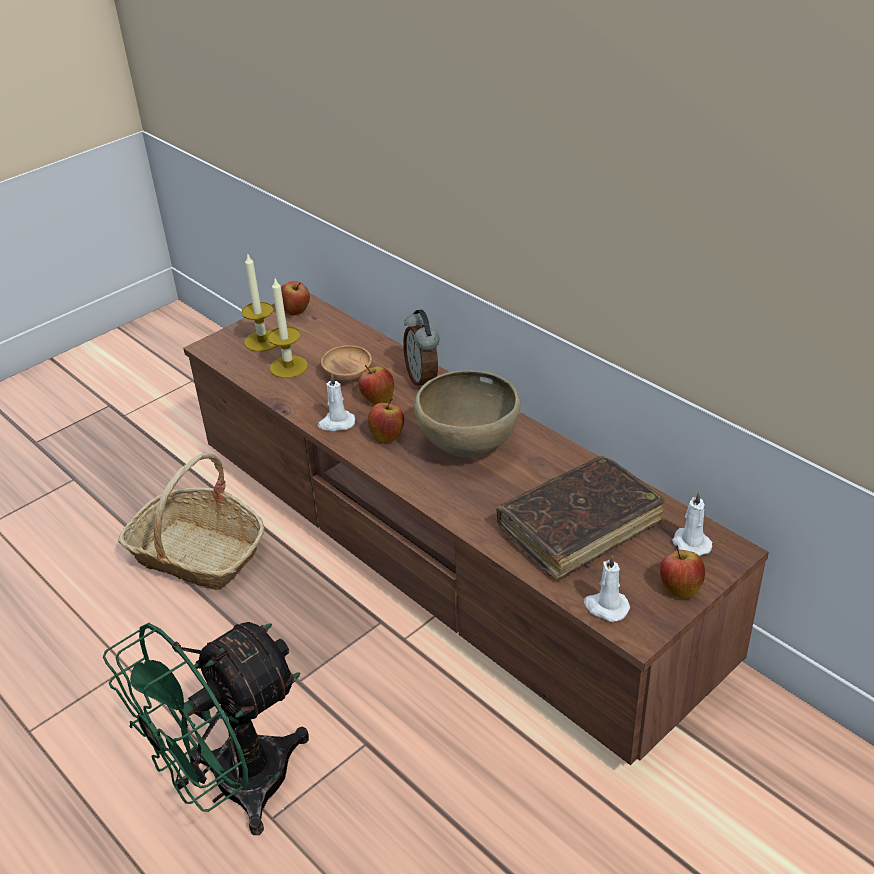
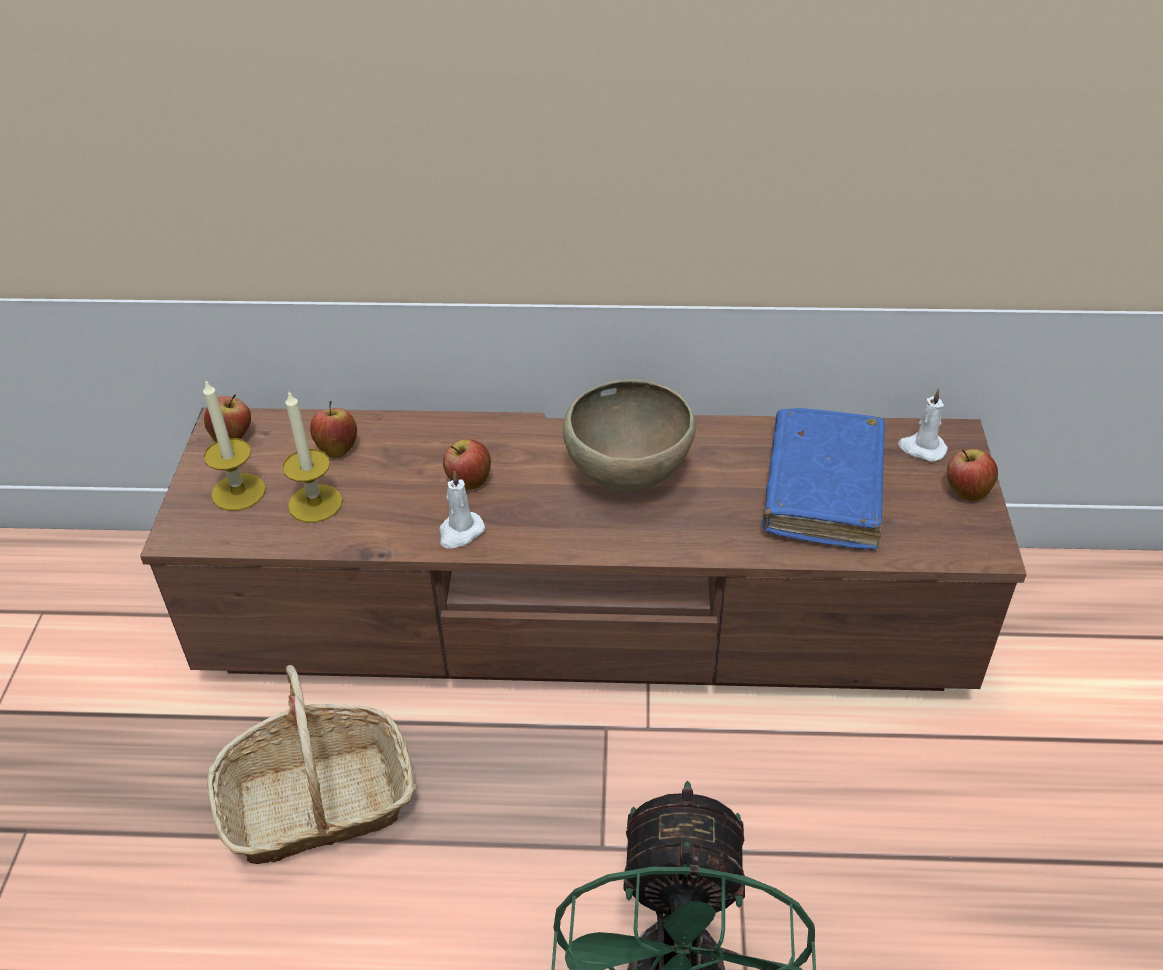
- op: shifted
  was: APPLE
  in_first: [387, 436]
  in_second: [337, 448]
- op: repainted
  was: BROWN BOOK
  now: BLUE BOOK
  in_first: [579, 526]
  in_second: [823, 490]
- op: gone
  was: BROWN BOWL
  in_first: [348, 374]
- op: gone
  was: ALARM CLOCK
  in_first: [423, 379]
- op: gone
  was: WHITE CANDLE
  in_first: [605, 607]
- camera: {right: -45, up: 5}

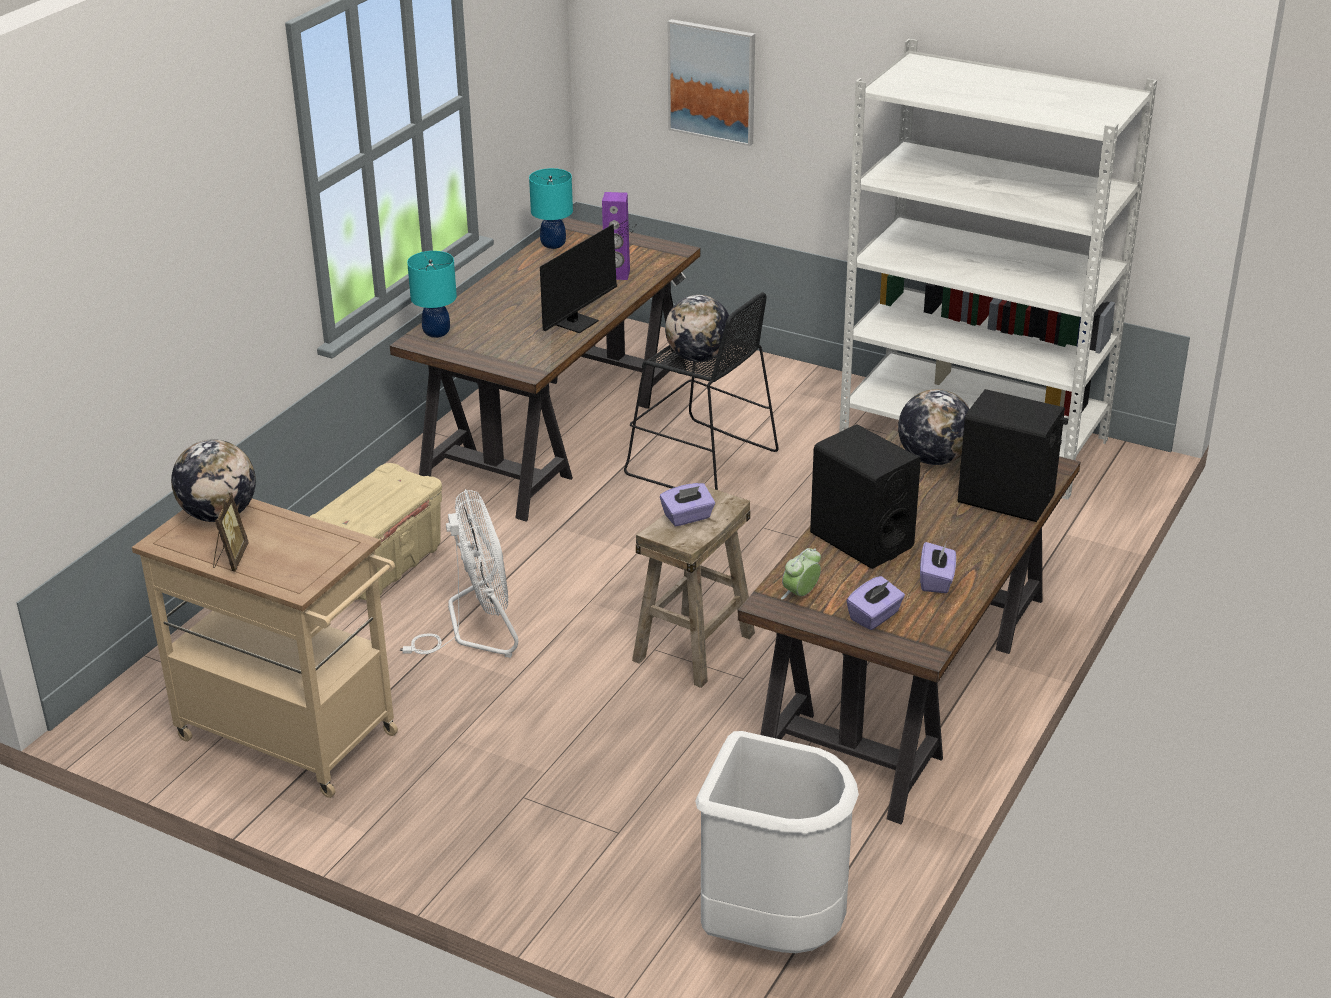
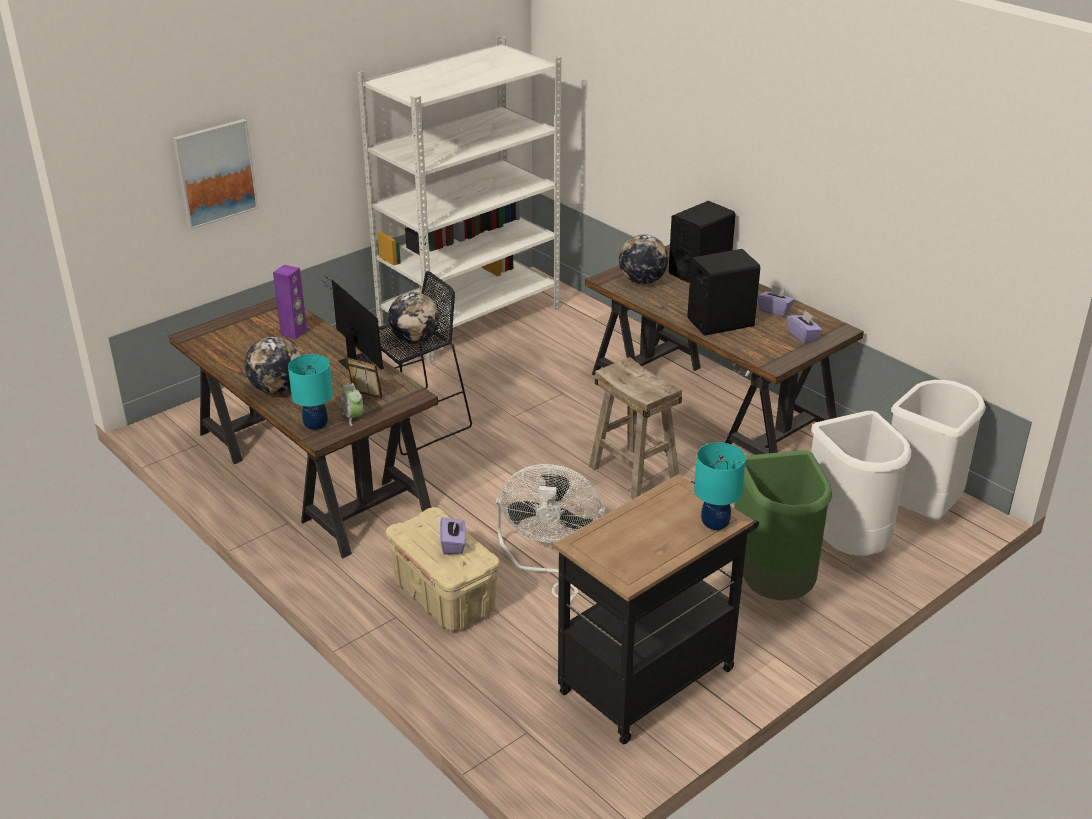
- op: shifted
  was: GLOBE
  in_first: [219, 515]
  in_second: [277, 389]
- op: shifted
  was: ALARM CLOCK
  in_first: [800, 594]
  in_second: [353, 417]
- op: shifted
  was: PICTURE FRAME
  in_first: [230, 558]
  in_second: [364, 399]
- op: shifted
  was: PURPLE TISSUE BOX
  in_first: [687, 517]
  in_second: [453, 544]
- op: repainted
  was: BEIGE CART
  now: BLACK CART
  in_first: [293, 738]
  in_second: [651, 679]
- op: shifted
  was: TURQUOISE TABLE LAMP
  in_first: [554, 245]
  in_second: [715, 523]
- op: new
  now: GREEN TRASH CAN
  in_second: [773, 586]
- op: new
  now: WHITE TRASH CAN
  in_second: [847, 544]
- camera: {right: -70, up: 0}

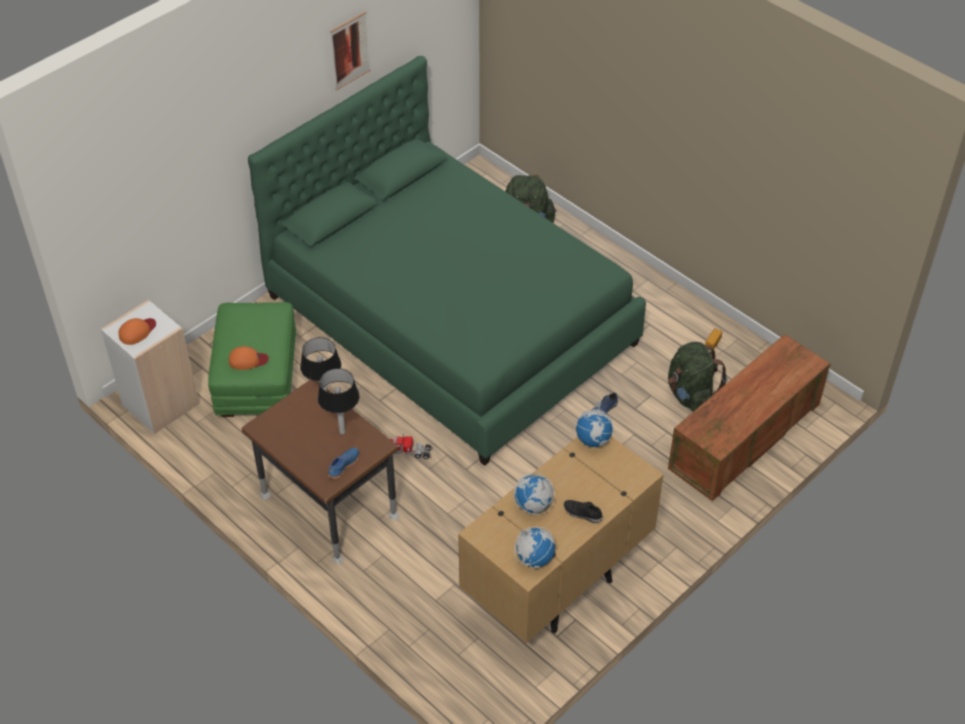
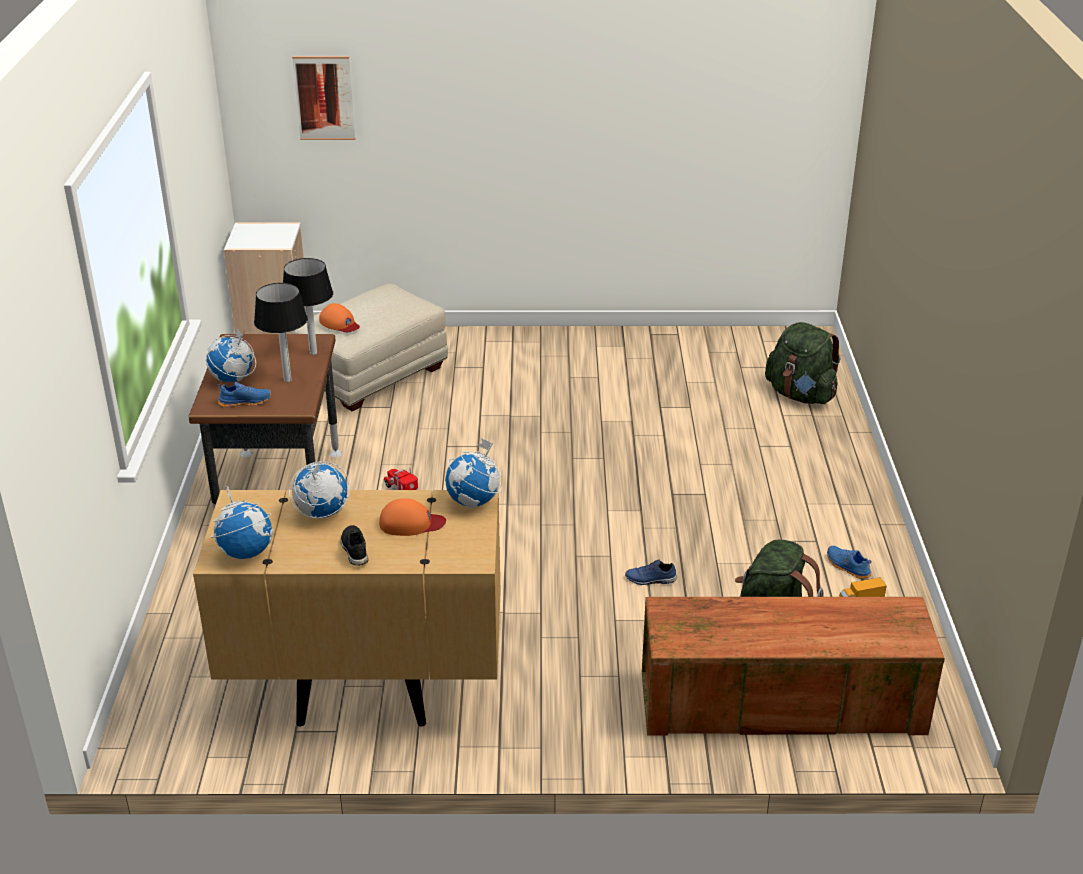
- op: new
  now: GLOBE
  in_second: [233, 379]
- op: repainted
  was: GREEN OTTOMAN
  now: BEIGE OTTOMAN
  in_first: [257, 379]
  in_second: [373, 376]
- op: shifted
  was: PICTURE
  in_first: [350, 50]
  in_second: [324, 98]
- op: shifted
  was: ORANGE CAP
  in_first: [137, 332]
  in_second: [411, 523]
- op: new
  now: BLUE SHOE
  in_second: [847, 567]
- op: gone
  was: GREEN BED
  in_first: [451, 319]
- camera: {right: 45, up: -15}

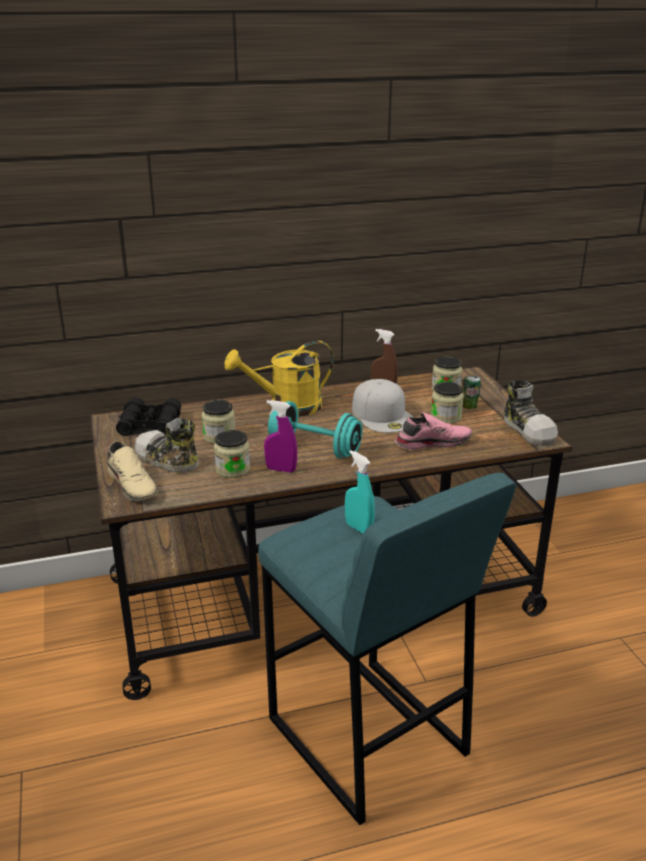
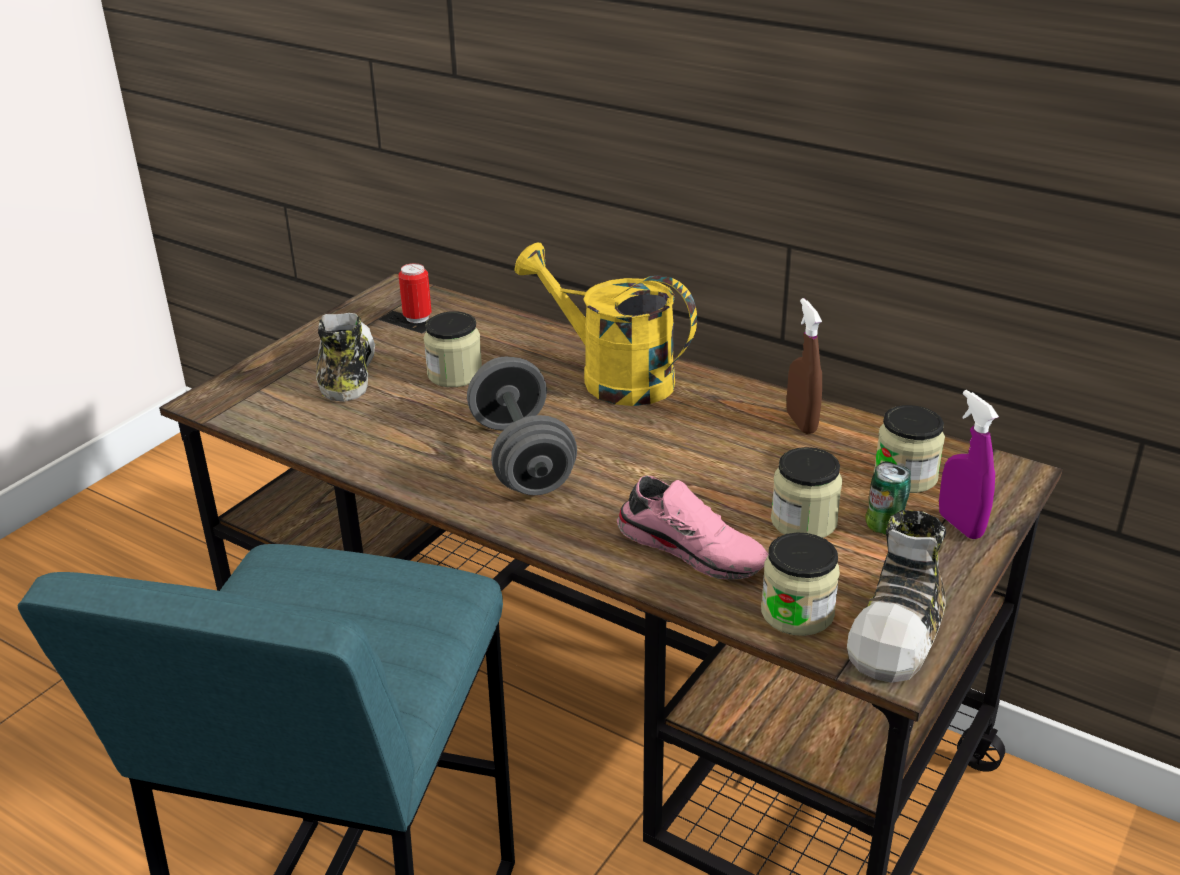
- op: swapped
  was: BLACK BINOCULARS
  now: CAN
  in_first: [150, 425]
  in_second: [417, 318]
- op: repainted
  was: TURQUOISE DUMBBELL
  now: GREY DUMBBELL
  in_first: [315, 449]
  in_second: [522, 457]
- op: shifted
  was: JAR
  in_first: [233, 469]
  in_second: [797, 613]
- op: shifted
  was: PURPLE SPRAY BOTTLE
  in_first: [281, 469]
  in_second: [960, 525]
- op: gone
  was: BEIGE SHOE
  in_first: [134, 485]
- op: gone
  was: TURQUOISE SPRAY BOTTLE
  in_first: [358, 528]
- op: gone
  was: WHITE CAP
  in_first: [383, 415]
- camera: {right: 50, up: 5}

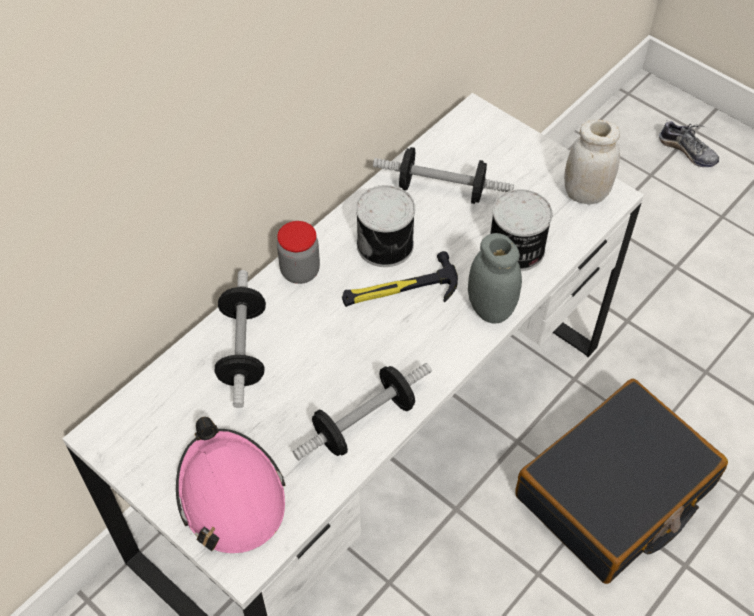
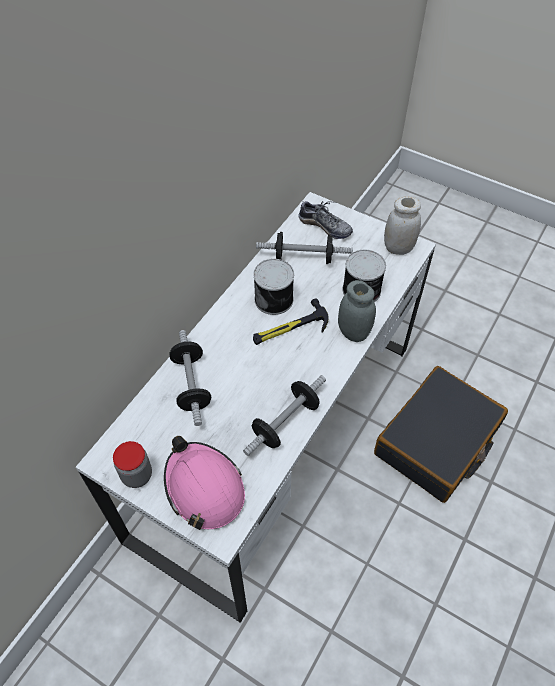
- op: shifted
  was: JAR
  in_first: [300, 271]
  in_second: [137, 475]
- op: shifted
  was: SHOE
  in_first: [687, 151]
  in_second: [325, 226]
- camera: {right: -10, up: 0}

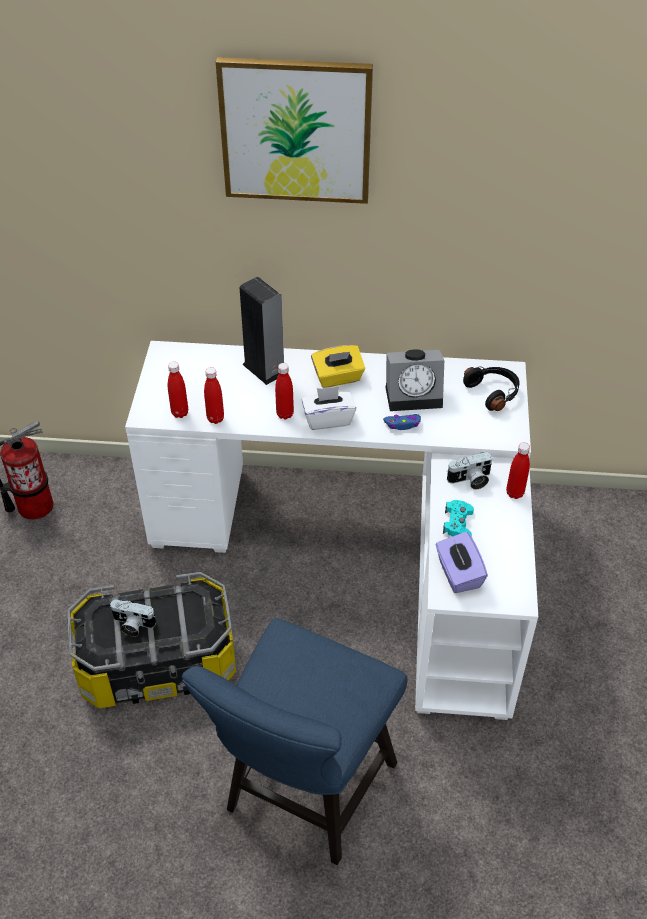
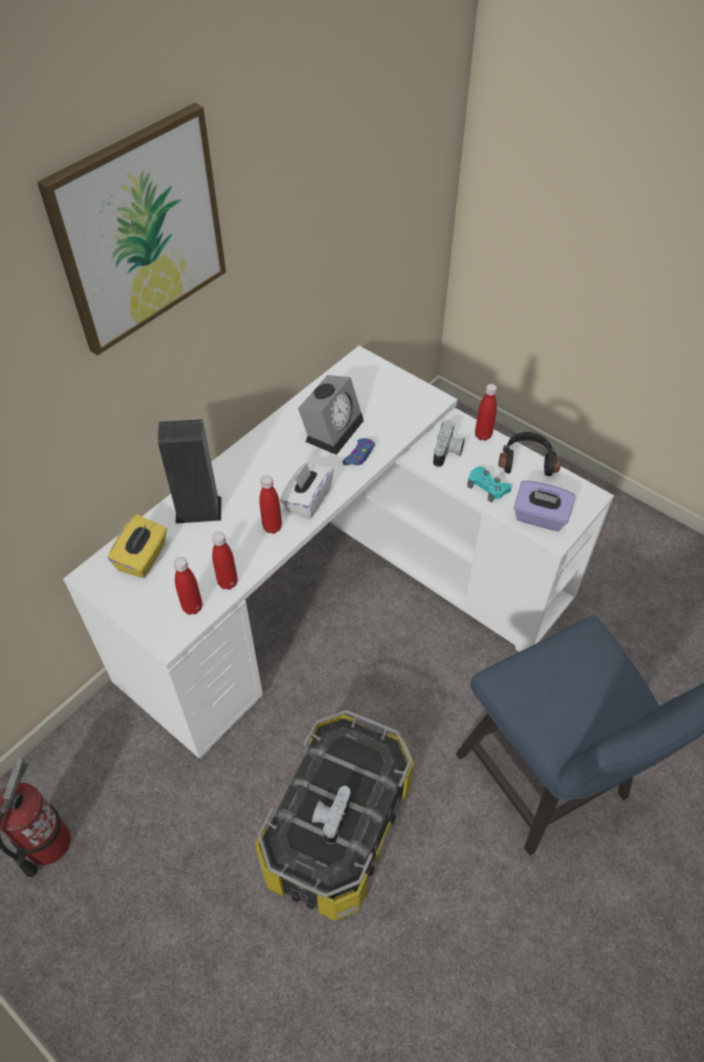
- op: shifted
  was: YELLOW TISSUE BOX
  in_first: [338, 378]
  in_second: [143, 558]
- op: rotated
  was: PHOTO CAMERA
  in_first: [132, 625]
  in_second: [331, 816]
  clockwise: 150
- op: shifted
  was: BLACK HEADPHONES
  in_first: [493, 392]
  in_second: [527, 460]
- camera: {right: -55, up: 5}

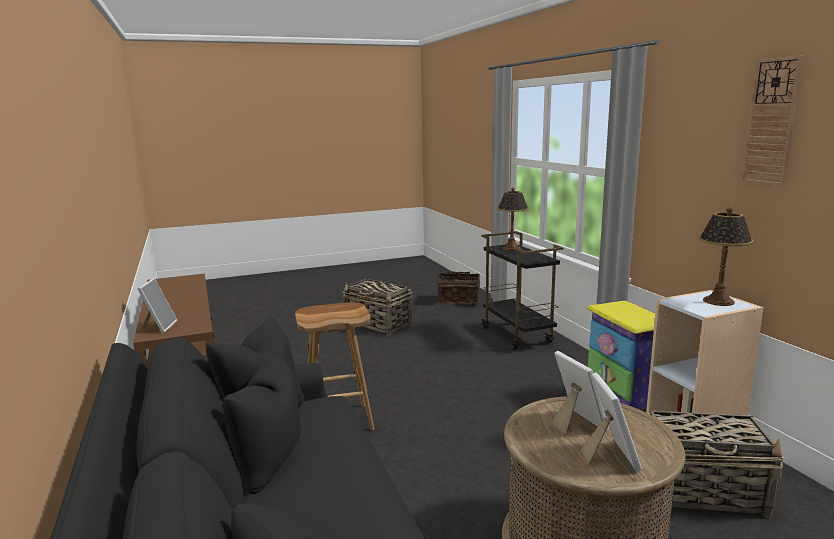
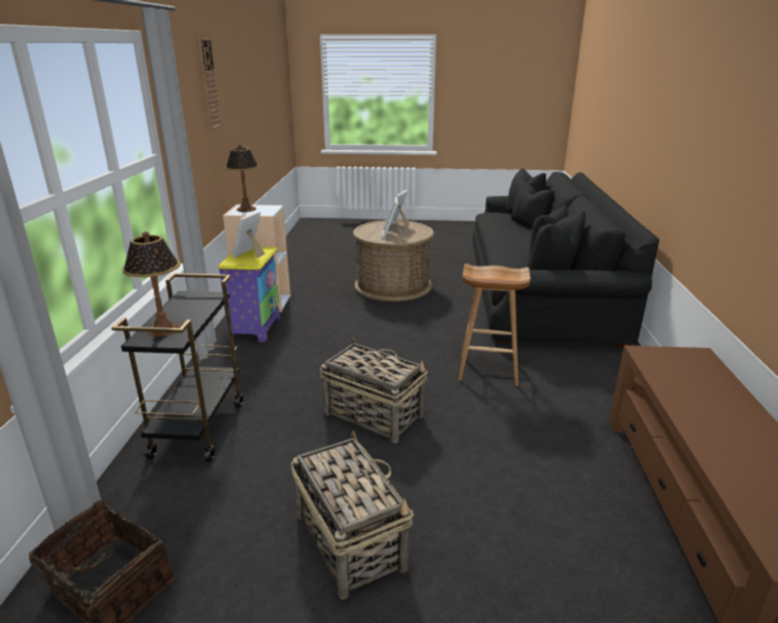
- op: shifted
  was: PICTURE FRAME
  in_first: [159, 327]
  in_second: [250, 254]
- op: shifted
  was: BASKET
  in_first: [703, 492]
  in_second: [372, 414]
- camera: {right: -155, up: 10}

